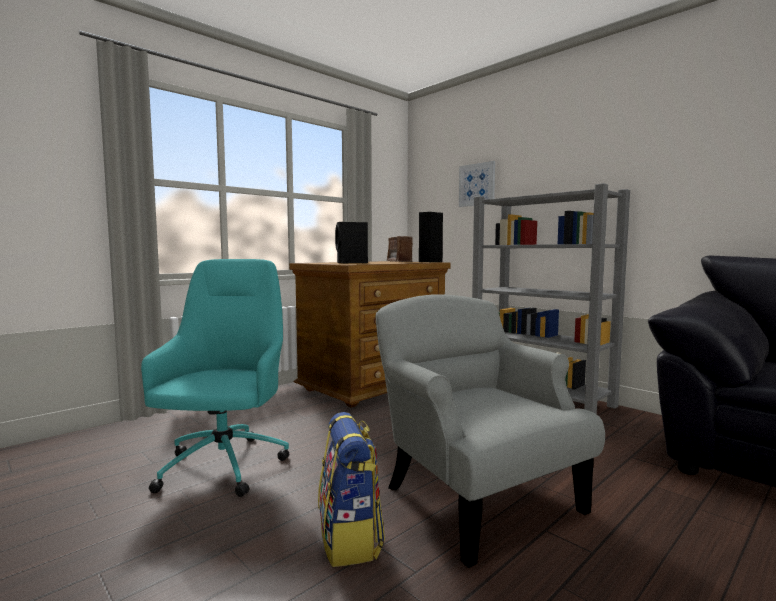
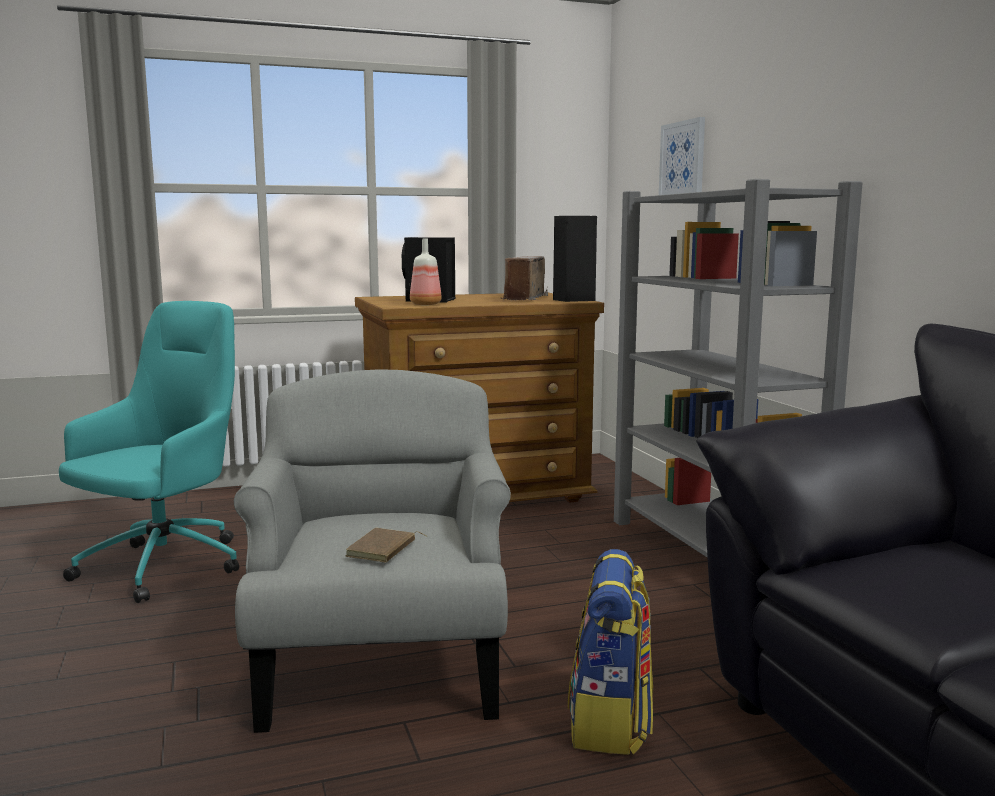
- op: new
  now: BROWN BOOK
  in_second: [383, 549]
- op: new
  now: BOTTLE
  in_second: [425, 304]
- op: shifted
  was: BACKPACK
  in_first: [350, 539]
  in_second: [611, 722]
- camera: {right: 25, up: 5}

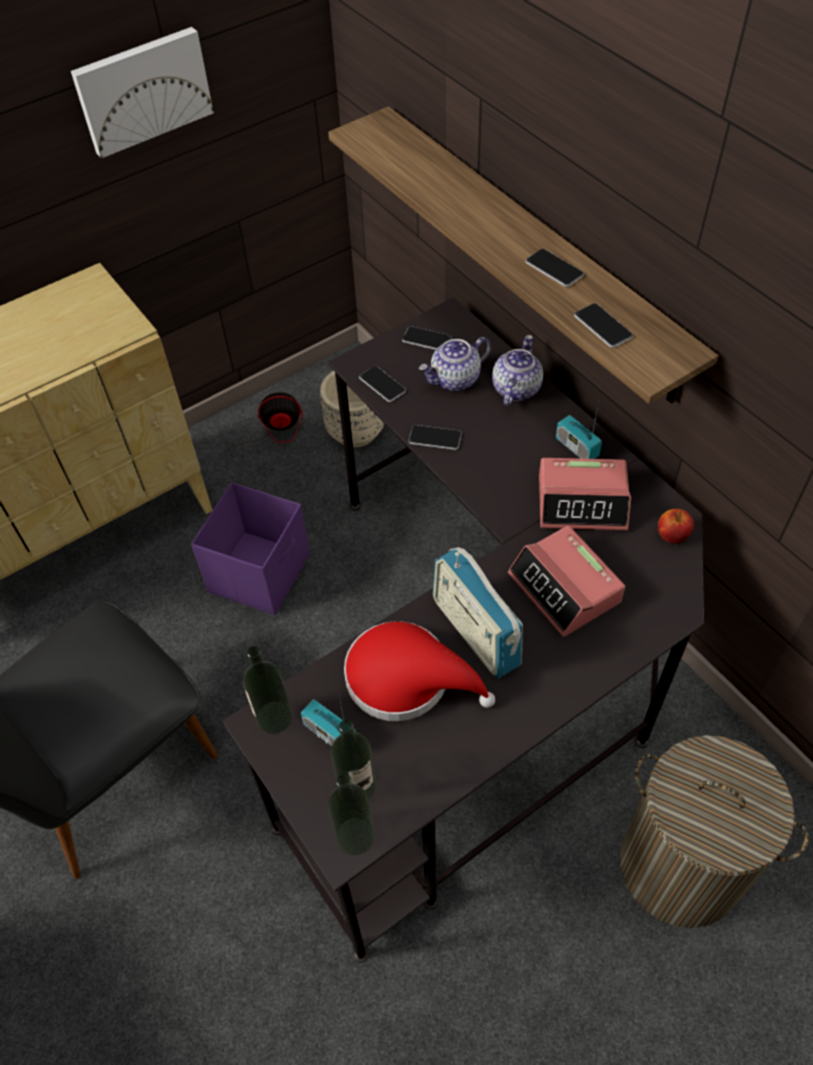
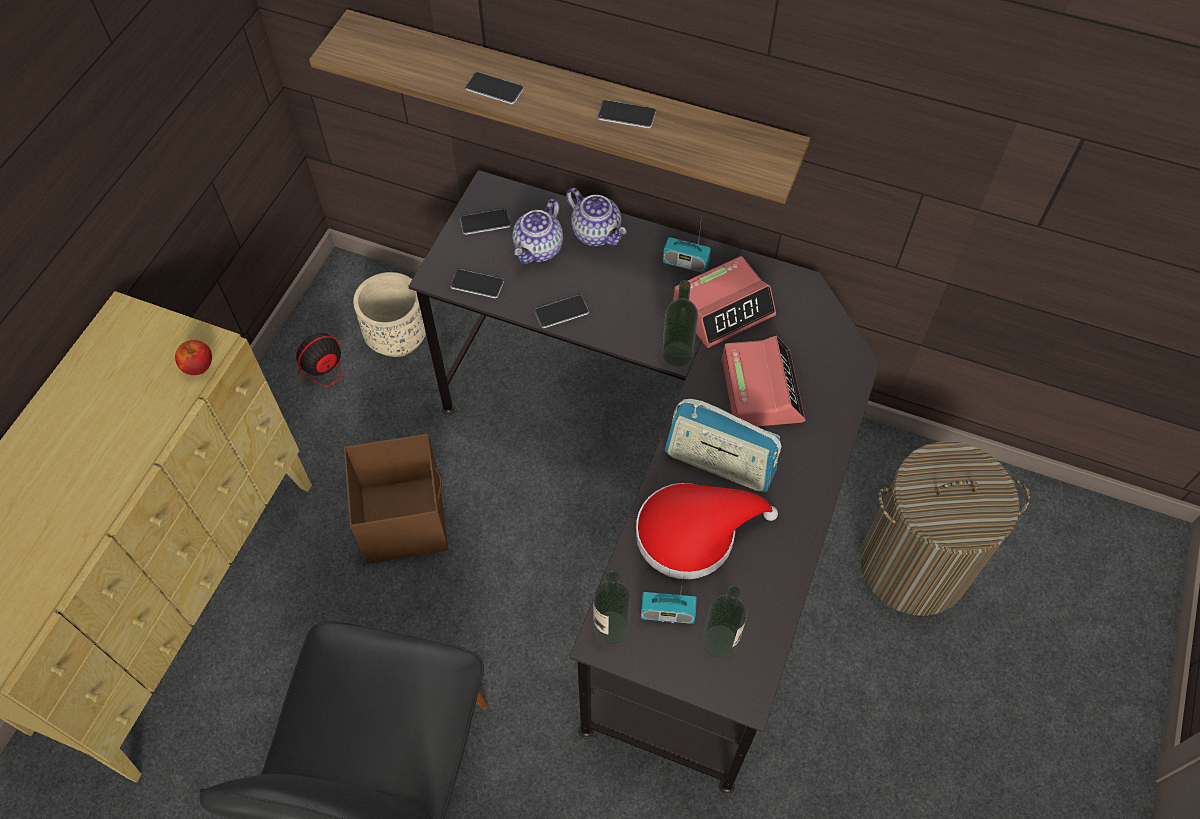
- op: shifted
  was: APPLE
  in_first: [672, 535]
  in_second: [198, 367]
- op: repainted
  was: PURPLE STORAGE BOX
  now: BROWN STORAGE BOX
  in_first: [261, 572]
  in_second: [404, 518]
- op: shifted
  was: PHONE
  in_first: [603, 326]
  in_second: [494, 89]
- op: rotated
  was: TEAPOT
  in_first: [515, 388]
  in_second: [597, 233]
  clockwise: 150
- op: shifted
  was: BOTTLE
  in_first: [355, 835]
  in_second: [677, 353]
- op: rotated
  was: ALARM CLOCK
  in_first: [565, 588]
  in_second: [761, 389]
  clockwise: -120
- op: gone
  was: PICTURE
  in_first: [143, 90]
- camera: {right: -35, up: 5}

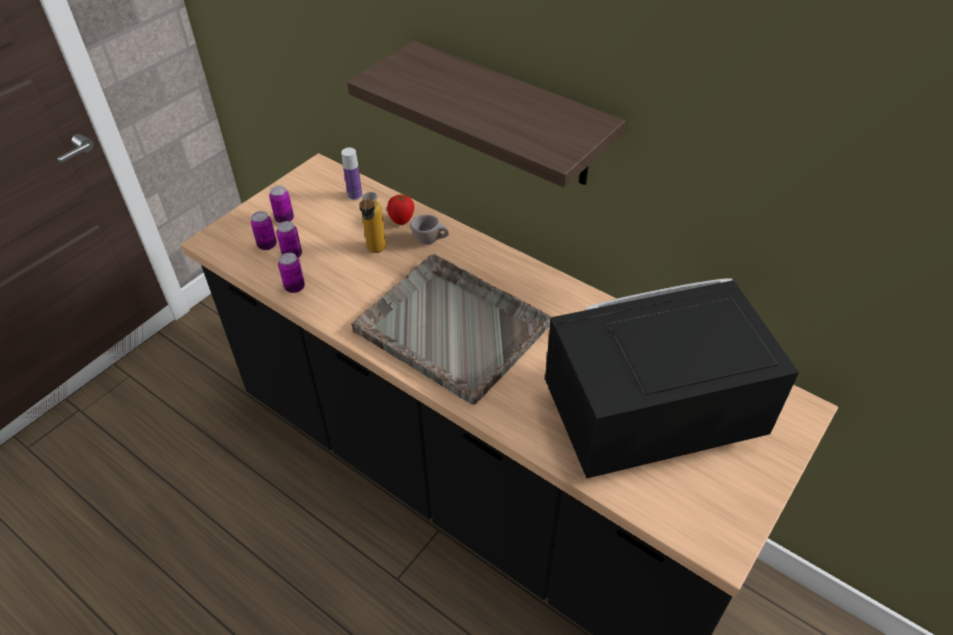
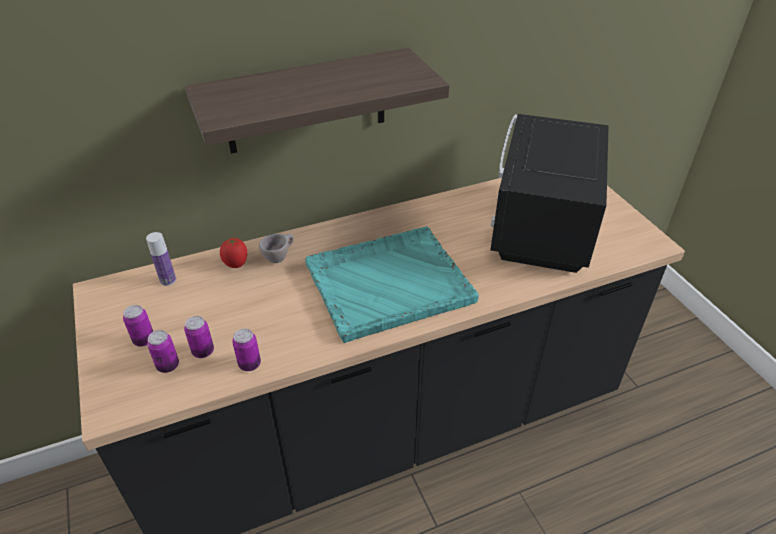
- op: repainted
  was: GREY TRAY
  now: TURQUOISE TRAY
  in_first: [450, 327]
  in_second: [387, 283]
- op: gone
  was: BOTTLE
  in_first: [375, 253]
- camera: {right: -60, up: -5}

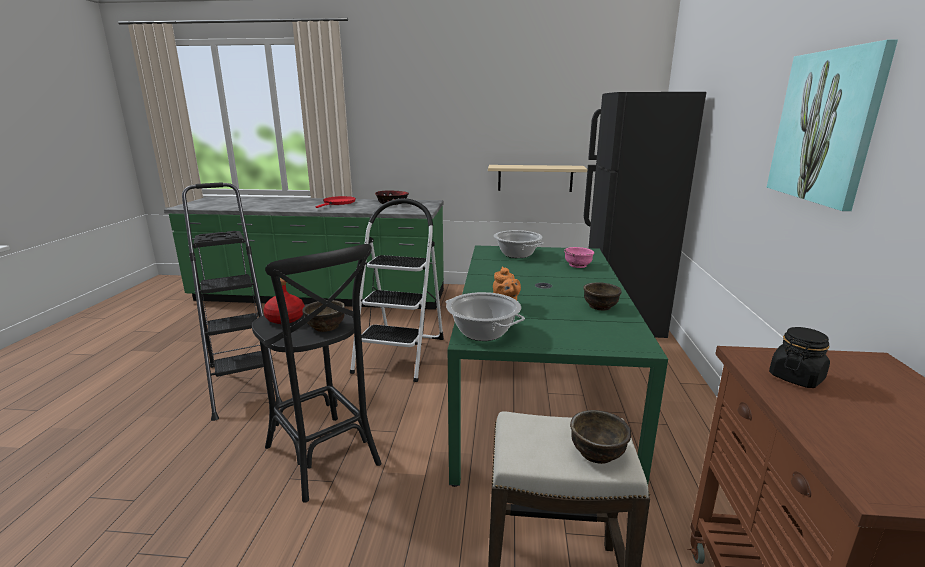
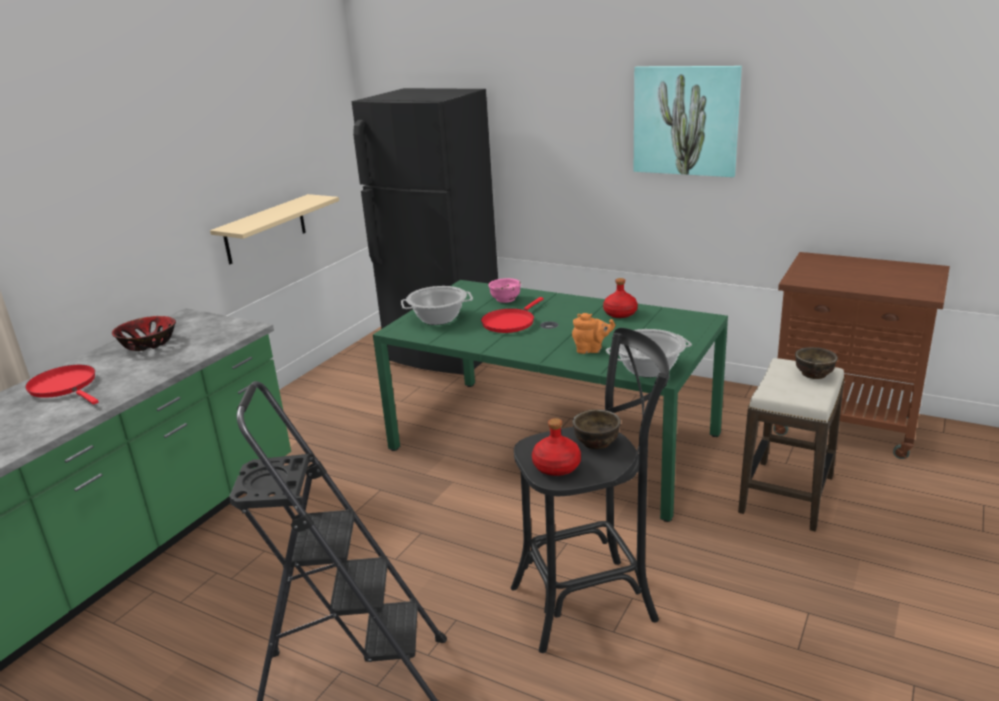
- op: new
  now: RED FRYING PAN
  in_second: [510, 322]
- op: swapped
  was: BROWN BOWL
  now: RED BOTTLE
  in_first: [600, 306]
  in_second: [619, 313]
- op: gone
  was: STEP LADDER
  in_first: [402, 354]
- op: gone
  was: BLACK JAR
  in_first: [796, 377]
- camera: {right: -65, up: 5}

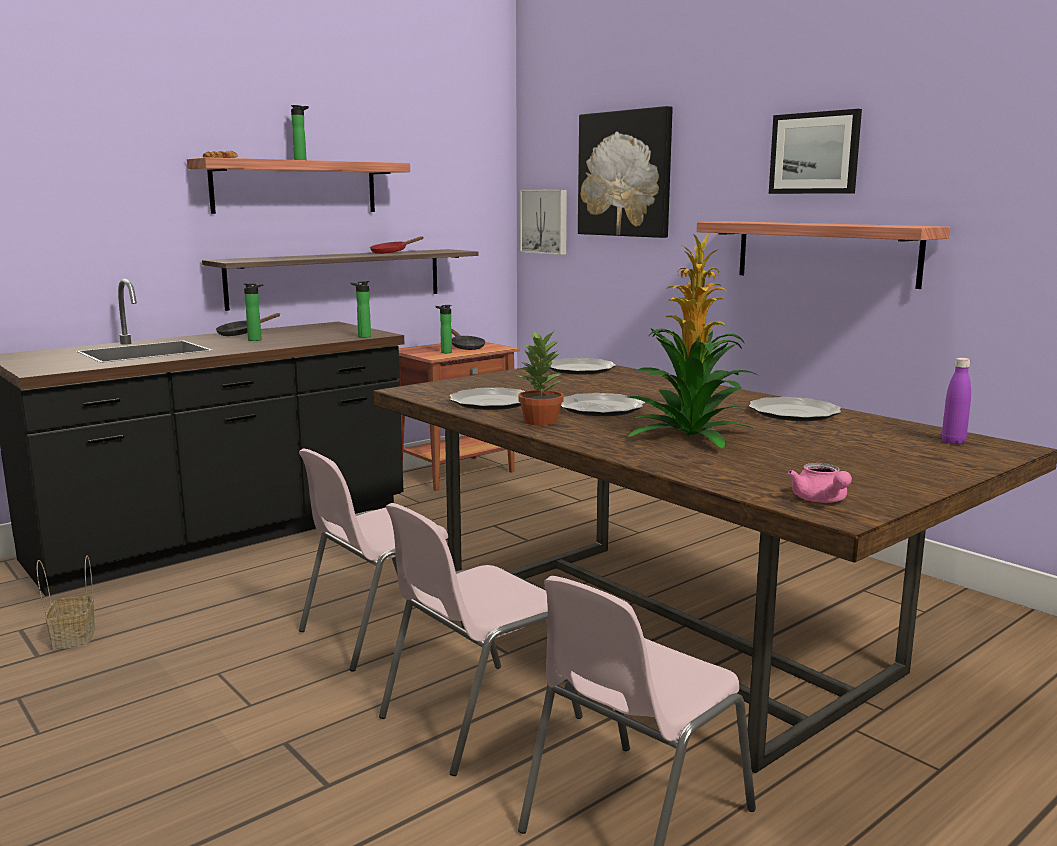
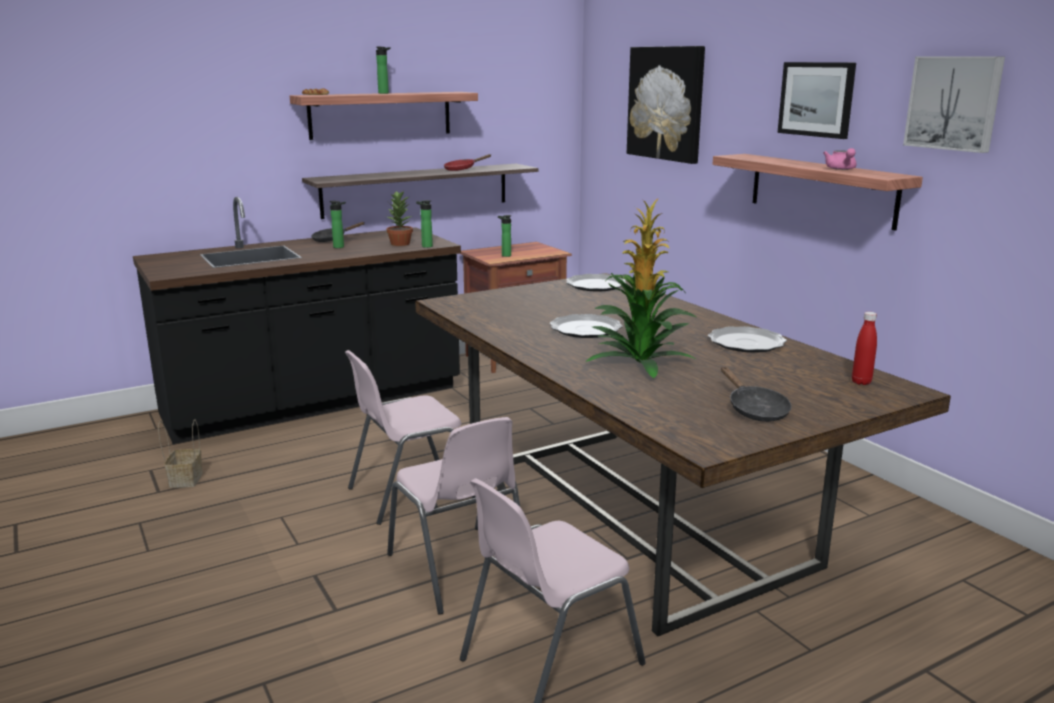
- op: shifted
  was: POTTED PLANT
  in_first: [540, 422]
  in_second: [400, 244]
- op: rotated
  was: PINK CHAIR
  in_first: [476, 717]
  in_second: [459, 570]
  clockwise: -90
- op: shifted
  was: BLACK FRYING PAN
  in_first: [466, 347]
  in_second: [754, 410]
- op: shifted
  was: PINK TEAPOT
  in_first: [821, 500]
  in_second: [841, 169]
- op: repainted
  was: PURPLE BOTTLE
  now: RED BOTTLE
  in_first: [953, 442]
  in_second: [861, 382]
- op: shifted
  was: PICTURE
  in_first: [545, 221]
  in_second: [954, 103]
- op: gone
  was: PLATE
  in_first: [492, 402]
- camera: {right: 10, up: 5}

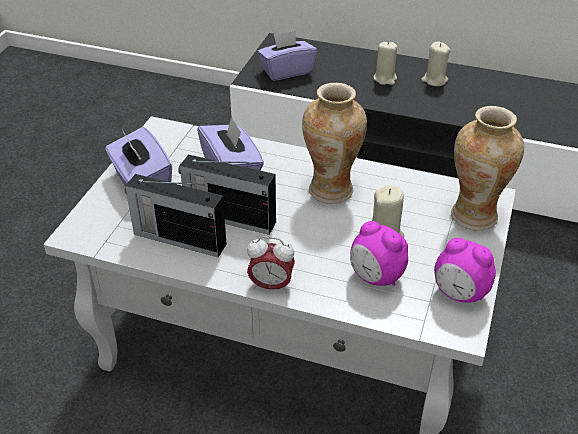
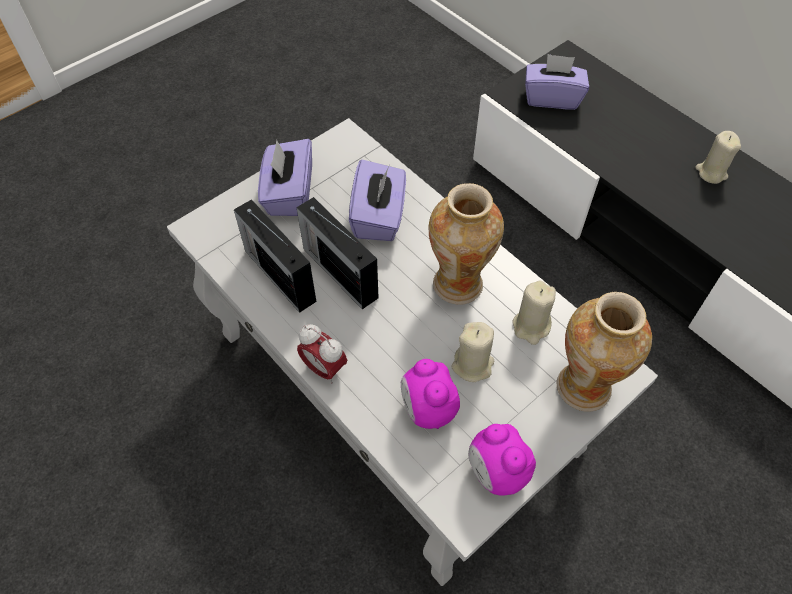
- op: shifted
  was: BEIGE CANDLE
  in_first: [385, 78]
  in_second: [531, 326]
- camera: {right: 30, up: 15}

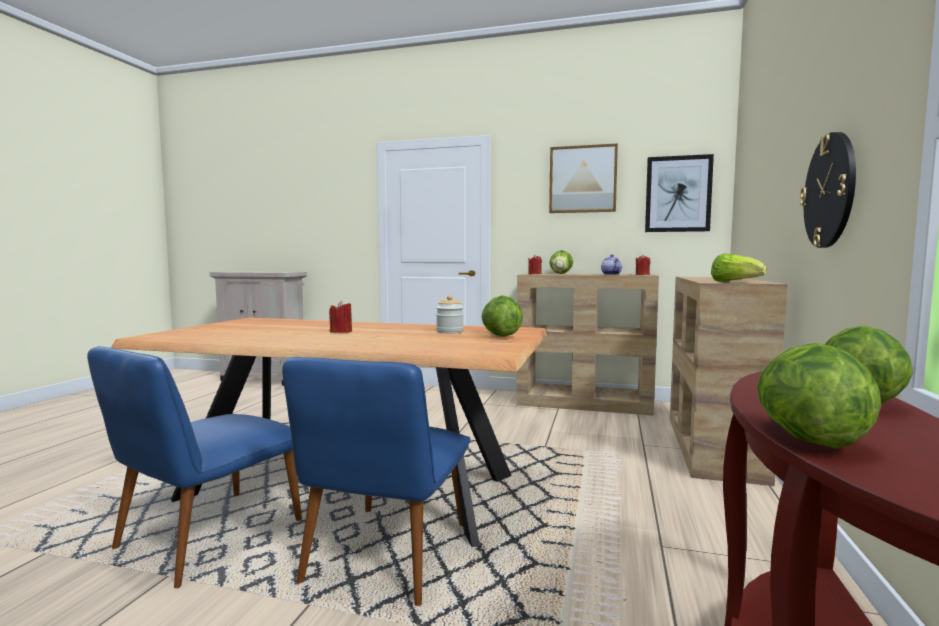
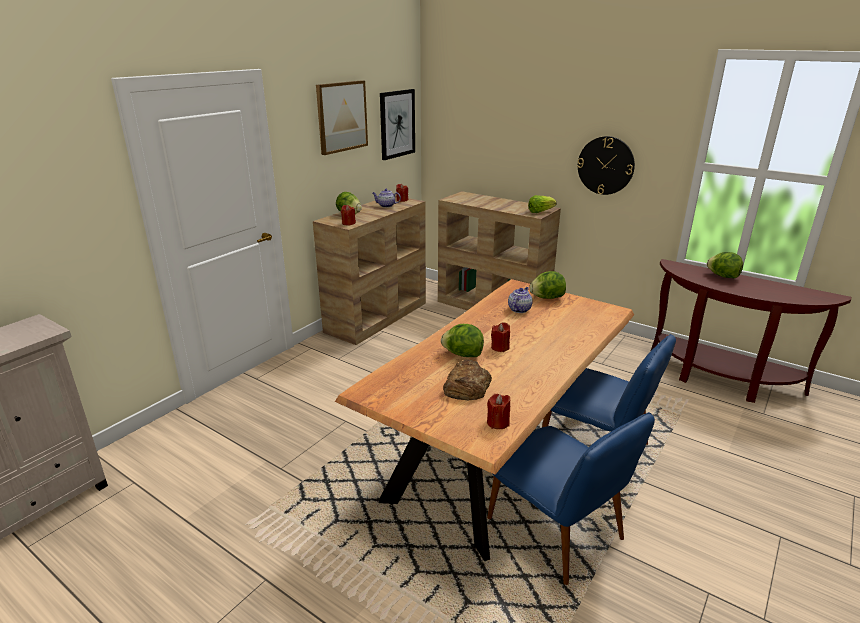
- op: shifted
  was: LETTUCE
  in_first: [807, 439]
  in_second: [462, 355]
- op: new
  now: BREAD
  in_second: [466, 386]
- op: new
  now: RED CANDLE
  in_second: [498, 423]
- op: swapped
  was: JAR
  now: TEAPOT
  in_first: [449, 331]
  in_second: [519, 309]
- camera: {right: -70, up: 20}

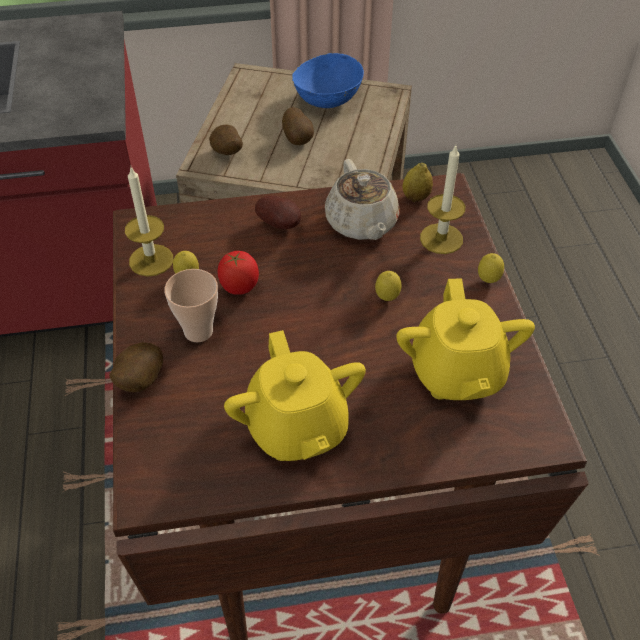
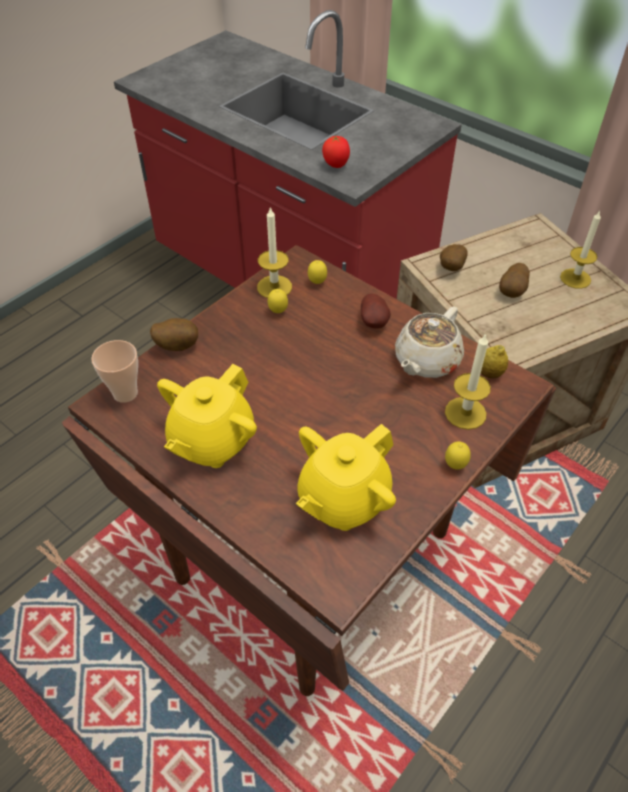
- op: shifted
  was: CUP
  in_first: [198, 331]
  in_second: [125, 393]
- op: shifted
  was: LEMON
  in_first: [387, 298]
  in_second: [317, 283]
- op: shifted
  was: TOMATO
  in_first: [239, 288]
  in_second: [336, 165]
- op: swapped
  was: BLUE BOWL
  now: CANDLE
  in_first: [327, 98]
  in_second: [575, 278]
- camera: {right: 50, up: 0}

